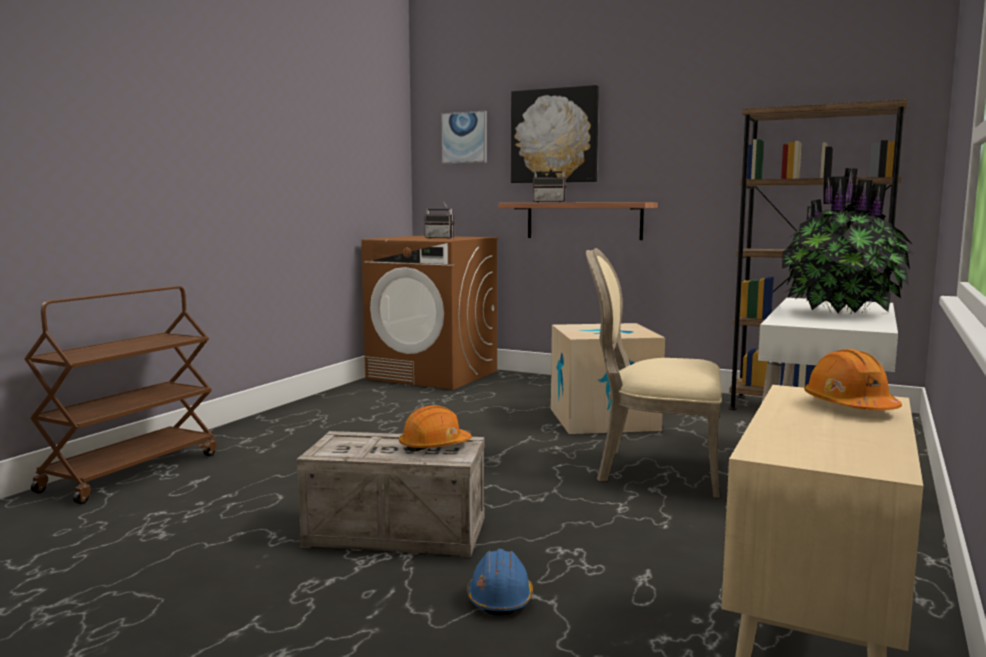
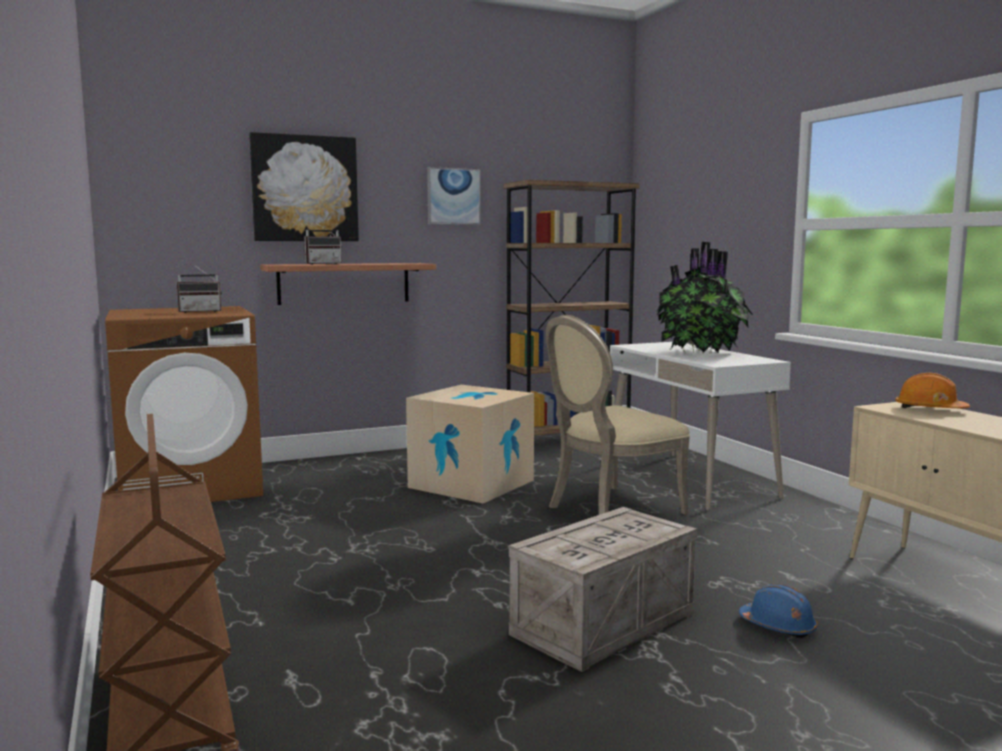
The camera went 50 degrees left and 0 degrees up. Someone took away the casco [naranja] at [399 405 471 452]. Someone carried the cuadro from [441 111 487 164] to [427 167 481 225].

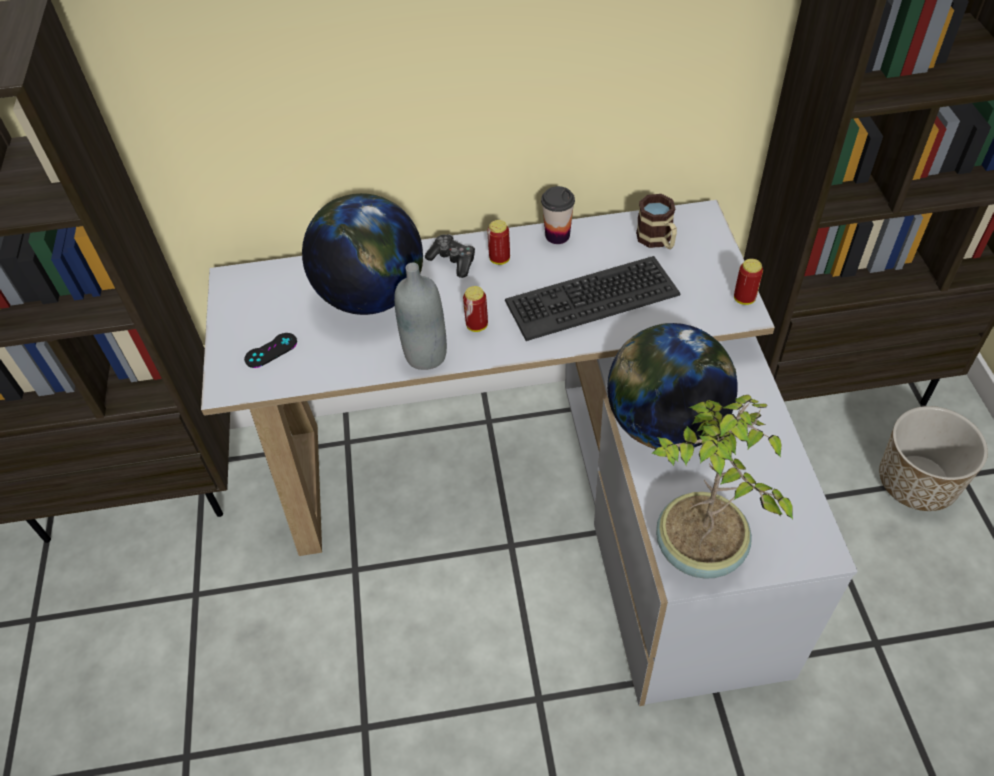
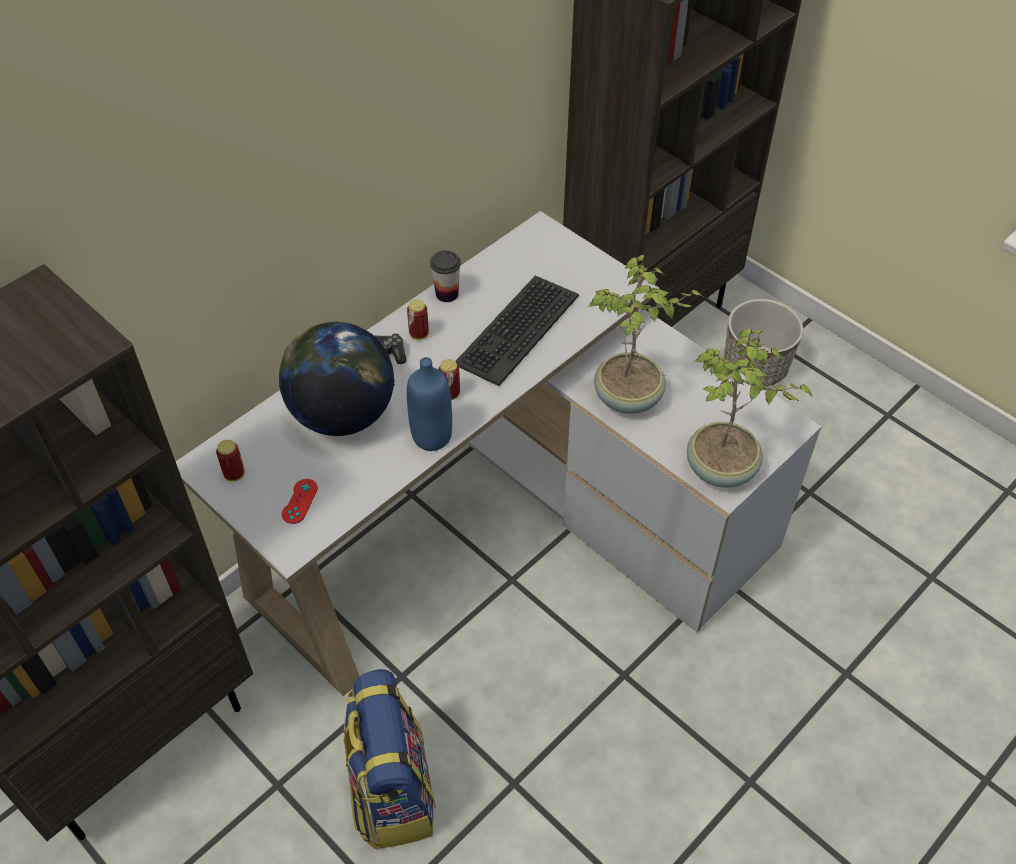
The camera went 40 degrees left and 0 degrees up. Someone repainted the mando de consola [negro] at [244 333 297 368], which became the mando de consola [rojo] at [282 479 318 524]. Someone repainted the botella [gris] at [394 263 447 370], which became the botella [azul] at [407 357 452 451]. Someone swapped the globo terráqueo at [607 323 738 451] for the planta en maceta at [588 255 703 414]. Someone took away the taza grande at [636 194 677 249]. Someone carried the lata from [734 259 763 305] to [216 440 245 482]. Someone put down the mochila at [343 669 436 850].

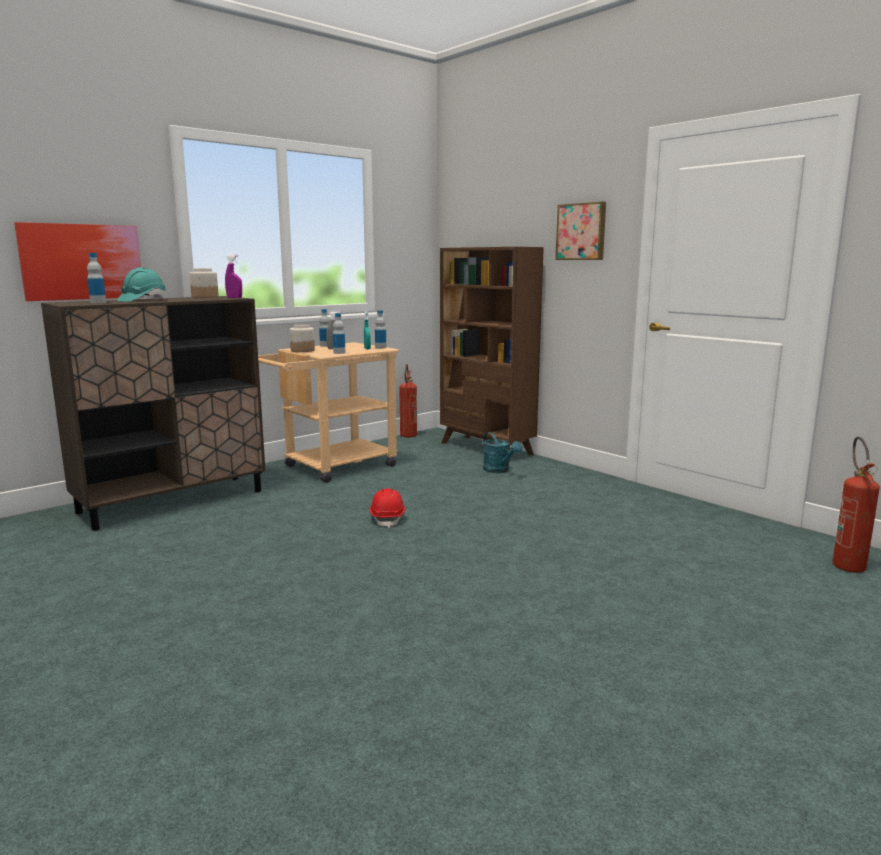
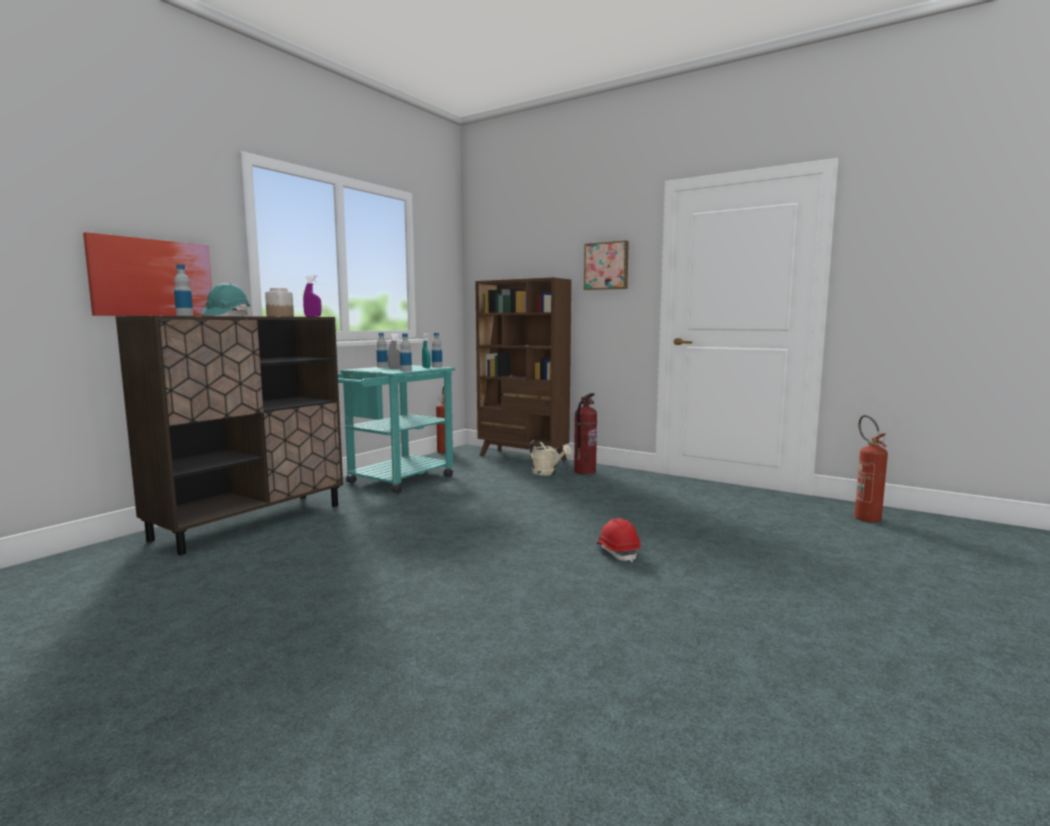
The camera went 15 degrees left and 5 degrees down. Someone repainted the carrito [beis] at [258 342 399 483], which became the carrito [turquesa] at [338 365 455 494]. Someone took away the tarro at [290 324 315 352]. Someone carried the casco [rojo] from [369 489 406 528] to [596 519 641 562]. Someone repainted the regadera [turquesa] at [483 432 522 473], which became the regadera [beis] at [530 440 571 475]. Someone put down the extintor at [574 393 597 475].

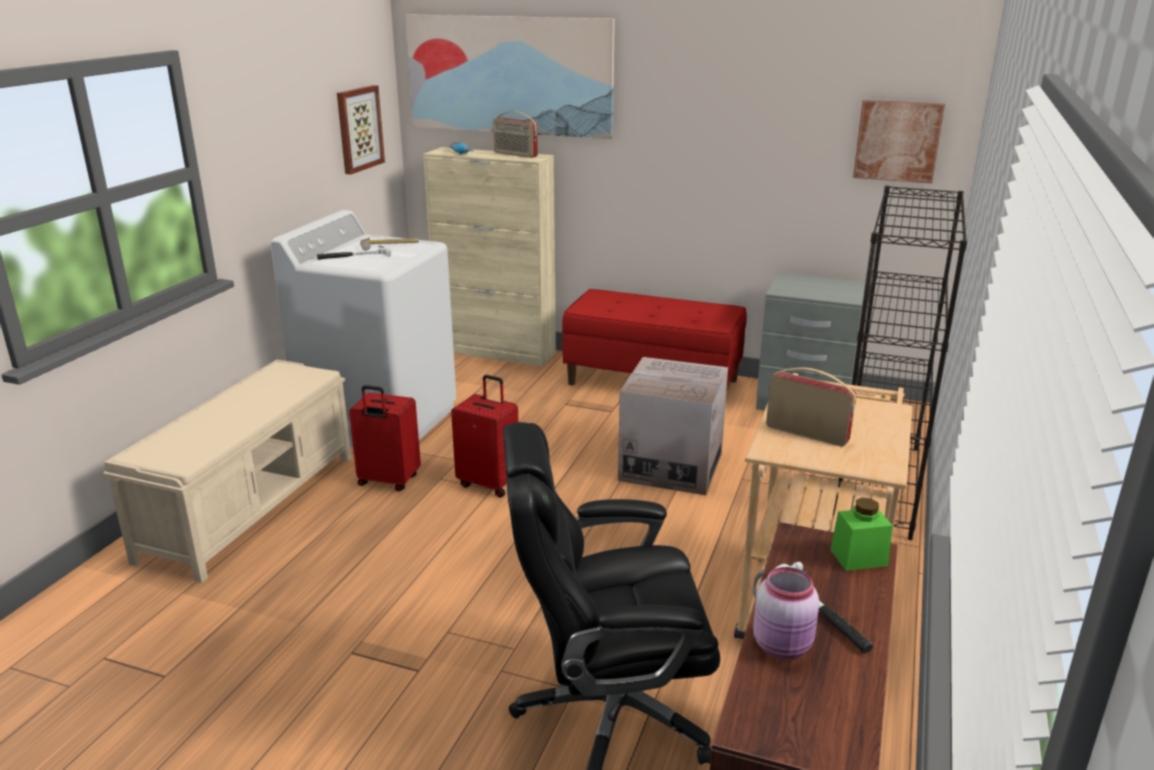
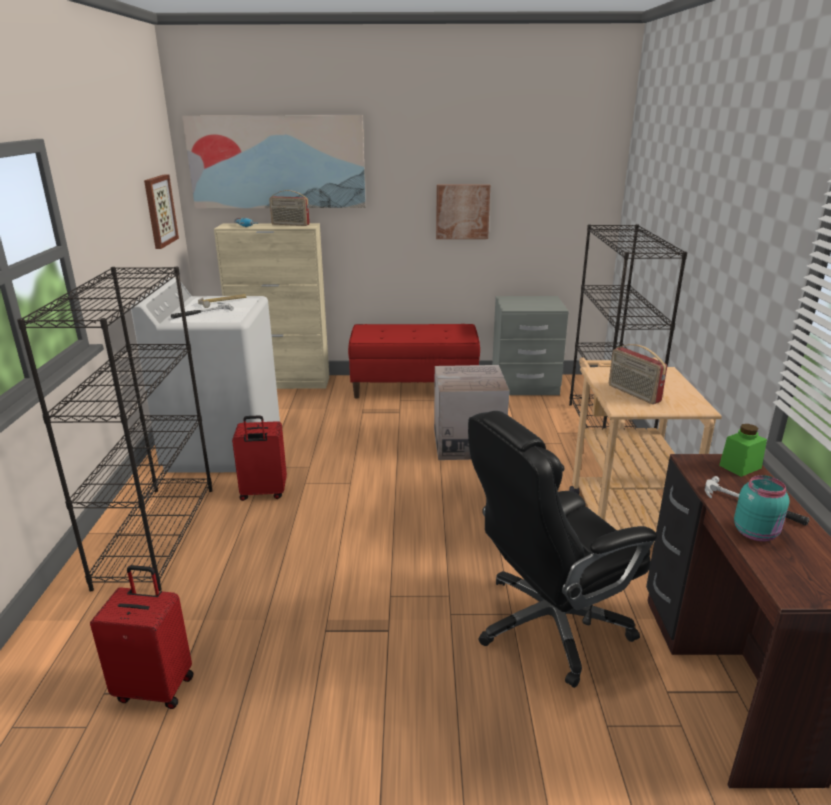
The camera went 20 degrees left and 0 degrees up. Someone swapped the banco [beis] at [103 360 351 583] for the estantería [negro] at [17 267 212 592]. Someone carried the maleta [rojo] from [451 375 518 498] to [90 565 194 709]. Someone repainted the tarro [rosa] at [753 567 819 659], which became the tarro [turquesa] at [734 475 789 542]. Someone rotated the radio at [766 368 856 447] by 135 degrees counterclockwise. Someone carried the cuadro from [853 100 945 184] to [436 184 490 239].

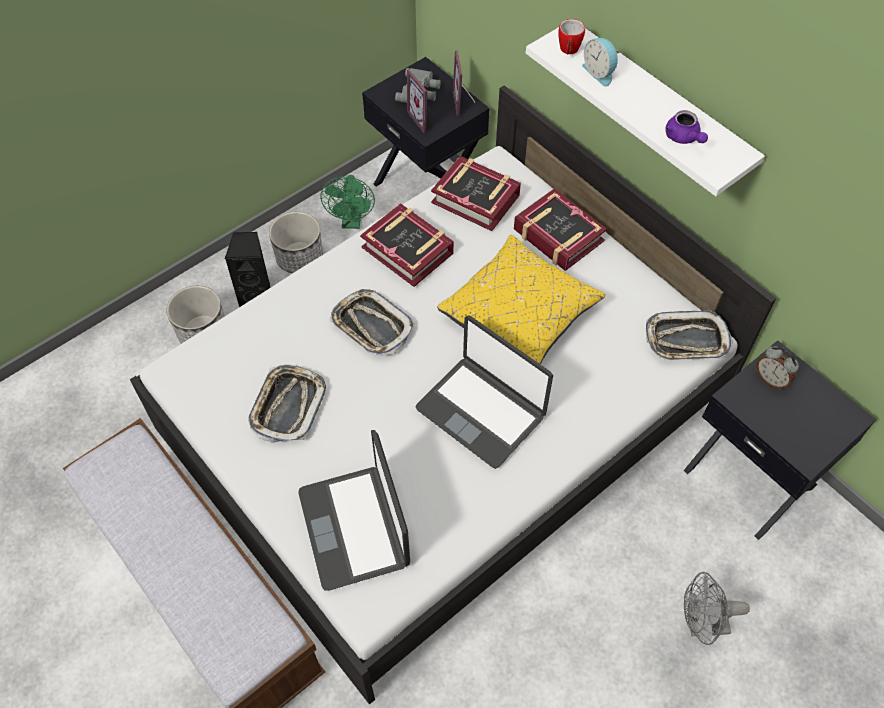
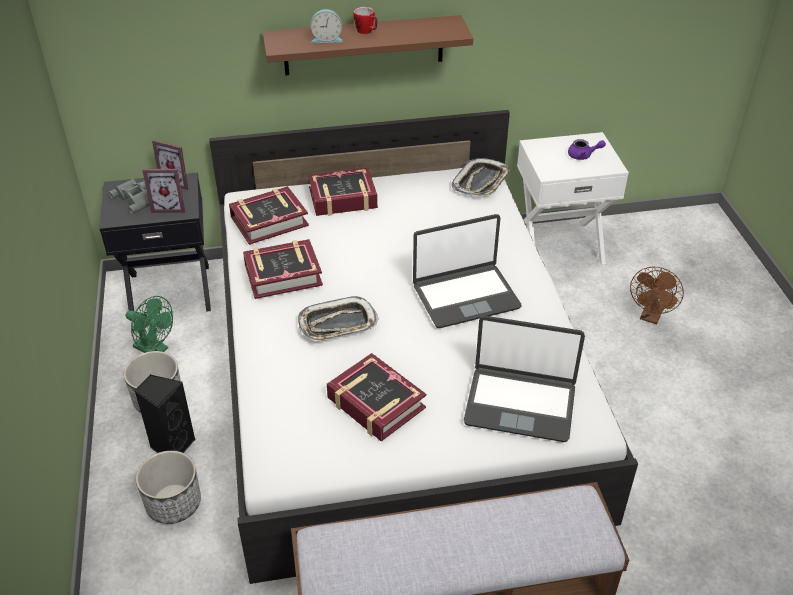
The camera went 60 degrees left and 15 degrees down. Someone swapped the bandeja at [248 364 326 443] for the libro at [327 353 426 441]. Someone took away the cojín [amarillo] at [438 235 605 364]. Someone repainted the estante [blanco] at [526 27 765 196], which became the estante [marrón] at [263 15 473 75]. Someone carried the taza grande from [558 19 585 55] to [353 7 377 34]. Someone carried the tetera [morado] from [665 110 708 144] to [568 139 606 160]. Someone repainted the mesita de noche [negro] at [684 340 876 540], which became the mesita de noche [blanco] at [517 132 629 264]. Someone repainted the ventilador [gris] at [684 572 750 645], which became the ventilador [marrón] at [630 267 684 324]. Someone took away the despertador at [756 346 799 389].

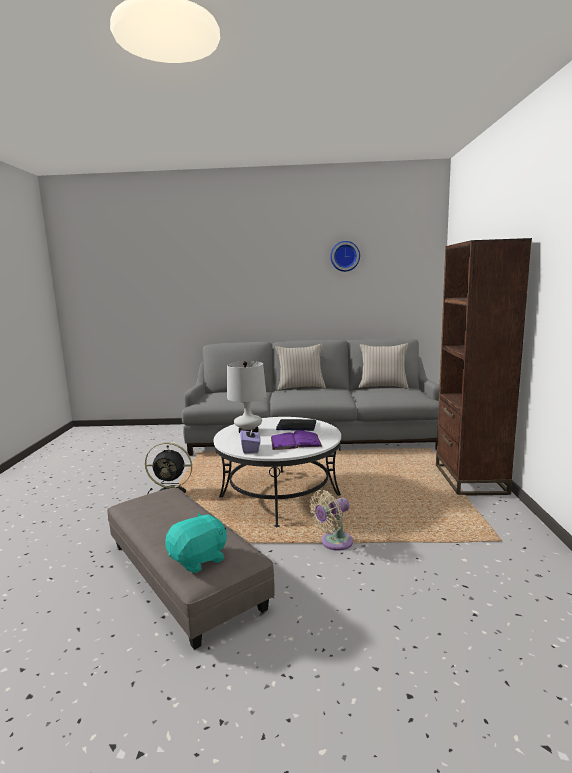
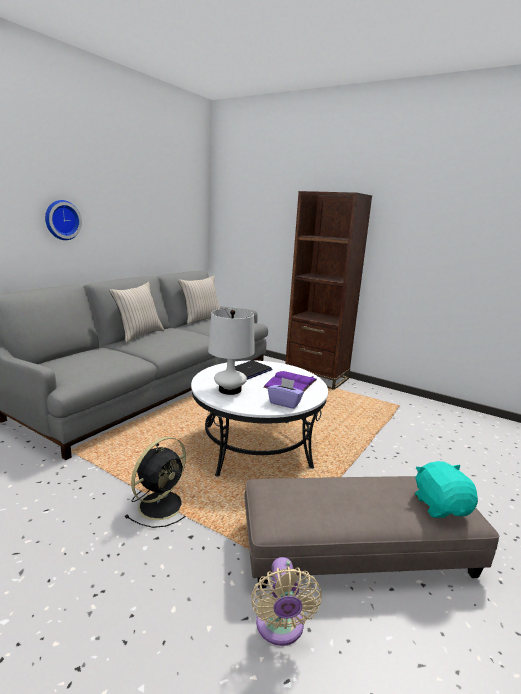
The camera went 60 degrees left and 5 degrees up. Someone carried the ventilador [beis] from [310 490 353 551] to [251 557 322 646]. Someone carried the reloj de pared from [330 241 360 272] to [45 200 82 240].

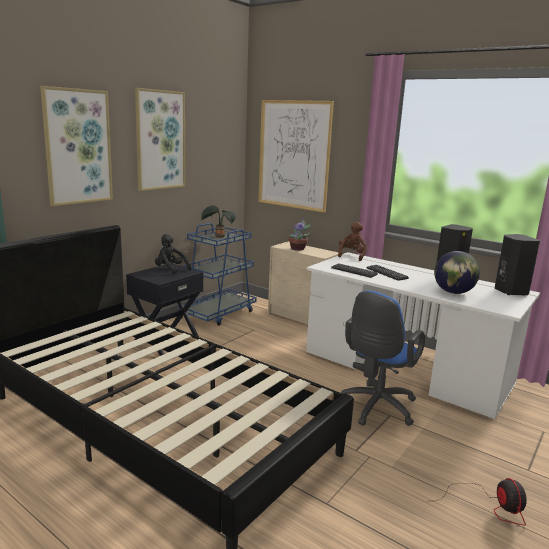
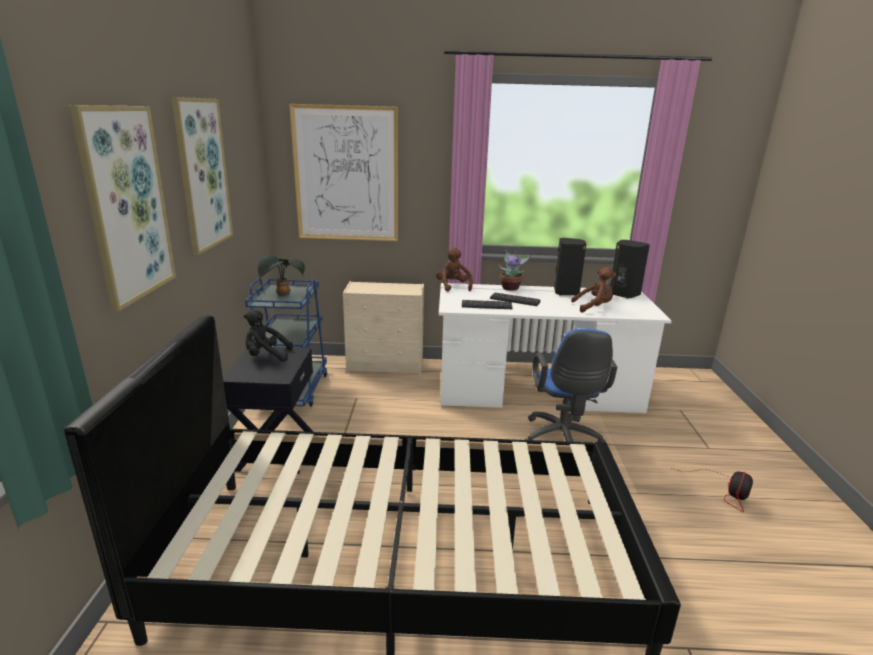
The camera went 35 degrees left and 5 degrees up. Someone carried the planta en maceta from [287 218 313 250] to [499 250 532 291]. Someone swapped the globo terráqueo at [434 251 480 294] for the peluche [marrón] at [571 267 616 313]. Someone rotated the ventilador at [436 478 527 526] by 75 degrees clockwise.

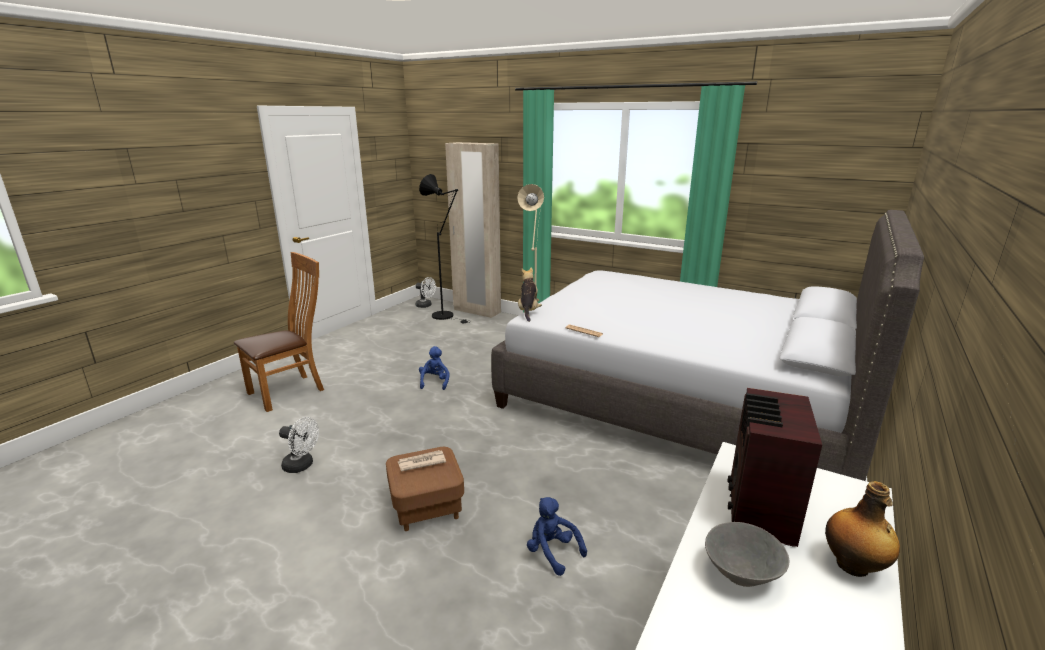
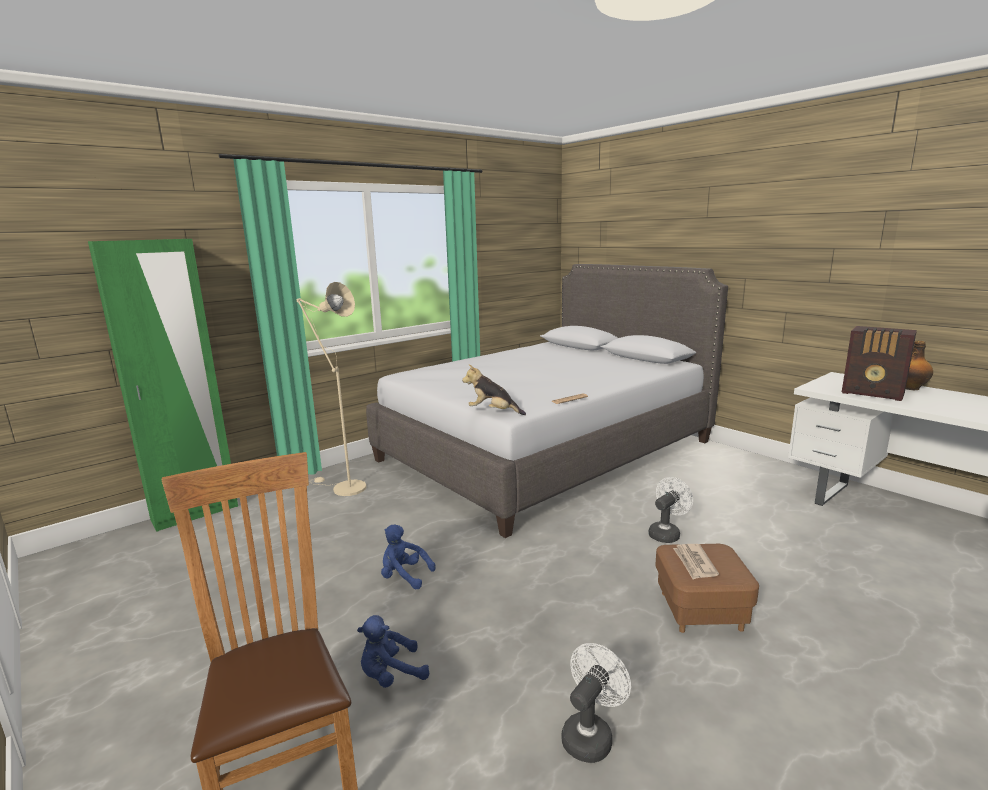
The camera went 70 degrees left and 5 degrees down. Someone carried the ventilador [blanco] from [415 277 436 308] to [648 477 693 543]. Someone took away the lámpara de pie [negro] at [419 174 470 323]. Someone repainted the armario ropero [beis] at [445 142 501 318], which became the armario ropero [verde] at [88 239 238 532]. Someone carried the peluche [azul] from [527 497 587 576] to [357 615 430 688]. Someone took away the cuenco [gris] at [705 522 789 587].

